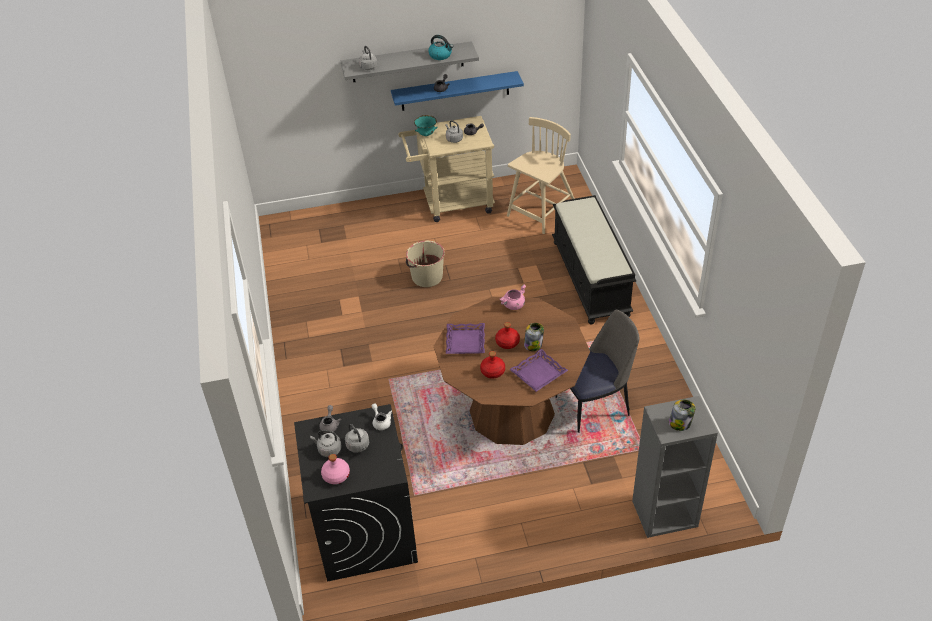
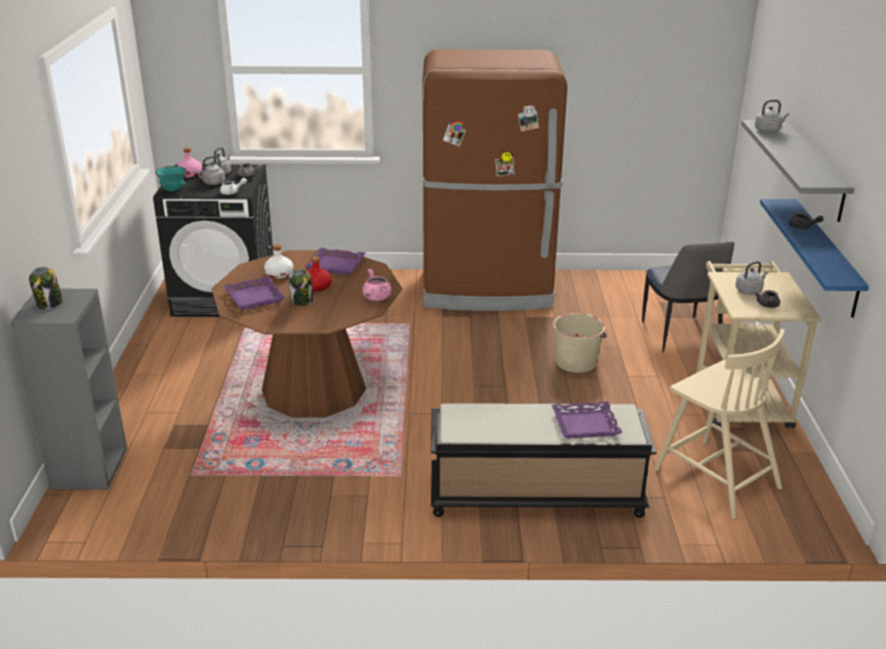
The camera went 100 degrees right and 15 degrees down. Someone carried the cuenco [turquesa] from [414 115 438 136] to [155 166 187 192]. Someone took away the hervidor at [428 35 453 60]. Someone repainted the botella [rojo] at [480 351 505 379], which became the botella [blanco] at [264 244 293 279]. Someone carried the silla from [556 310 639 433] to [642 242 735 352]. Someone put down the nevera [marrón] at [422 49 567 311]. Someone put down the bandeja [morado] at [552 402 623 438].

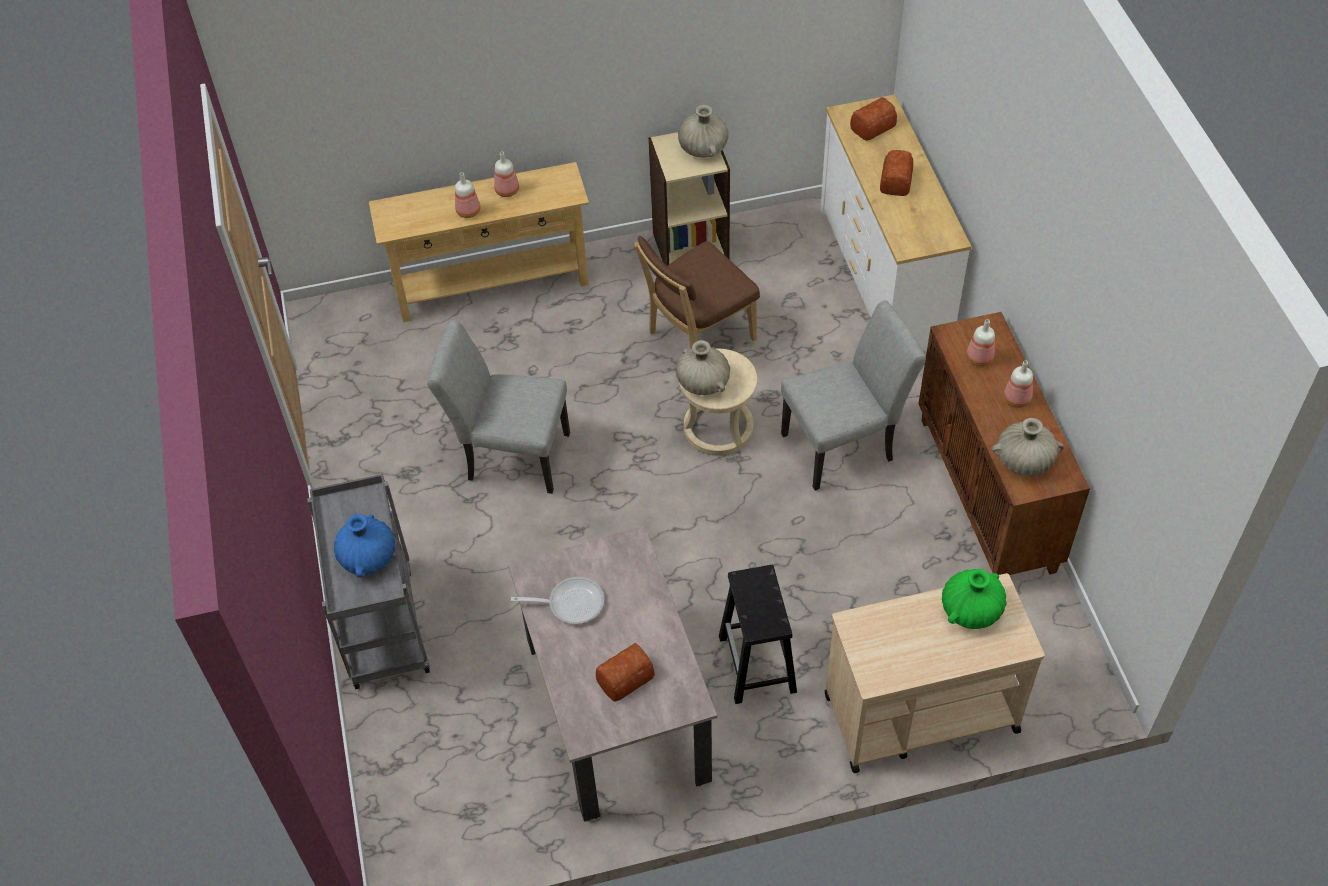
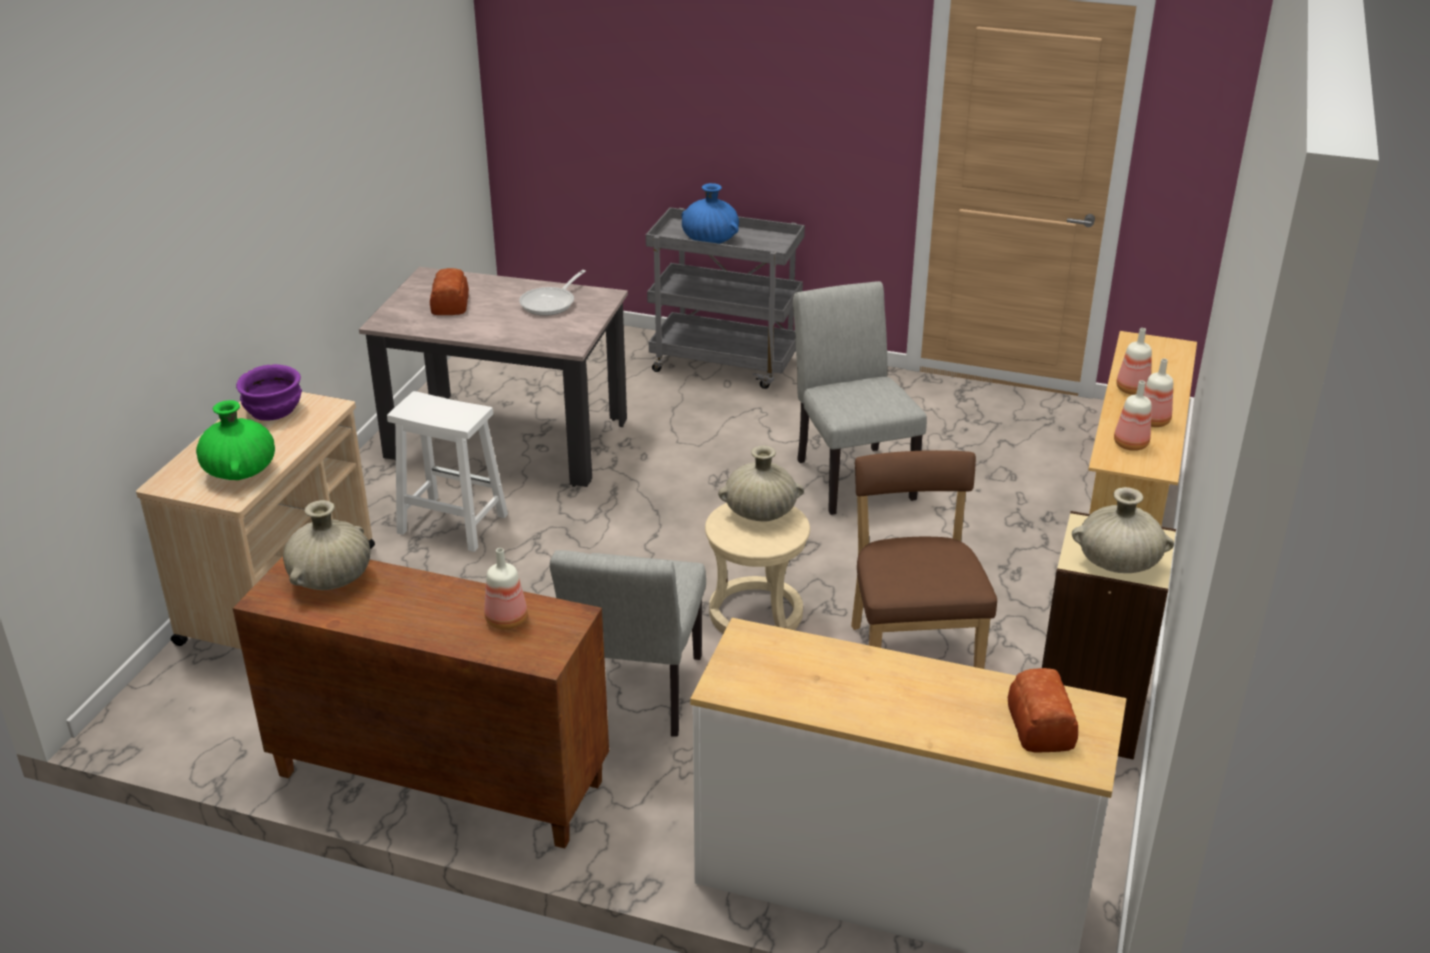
The camera went 120 degrees right and 20 degrees down. Someone rotated the silla [gris] at [427 320 570 494] by 60 degrees counterclockwise. Someone repainted the taburete [negro] at [719 565 797 704], which became the taburete [blanco] at [387 391 508 552]. Someone took away the pan at [880 150 913 196]. Someone carried the botella from [1004 360 1033 408] to [1114 380 1151 451]. Someone put down the cuenco [morado] at [236 364 302 420].

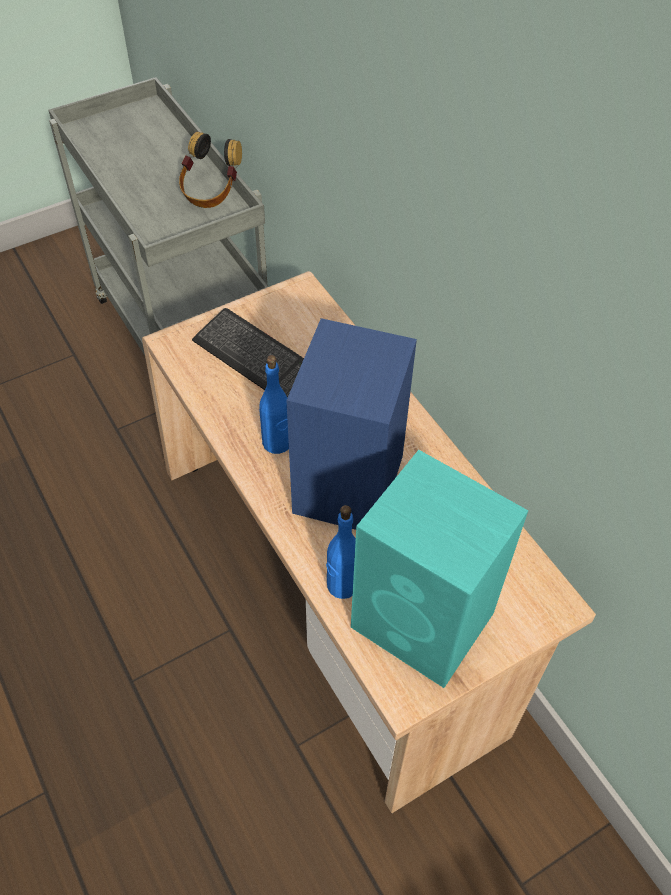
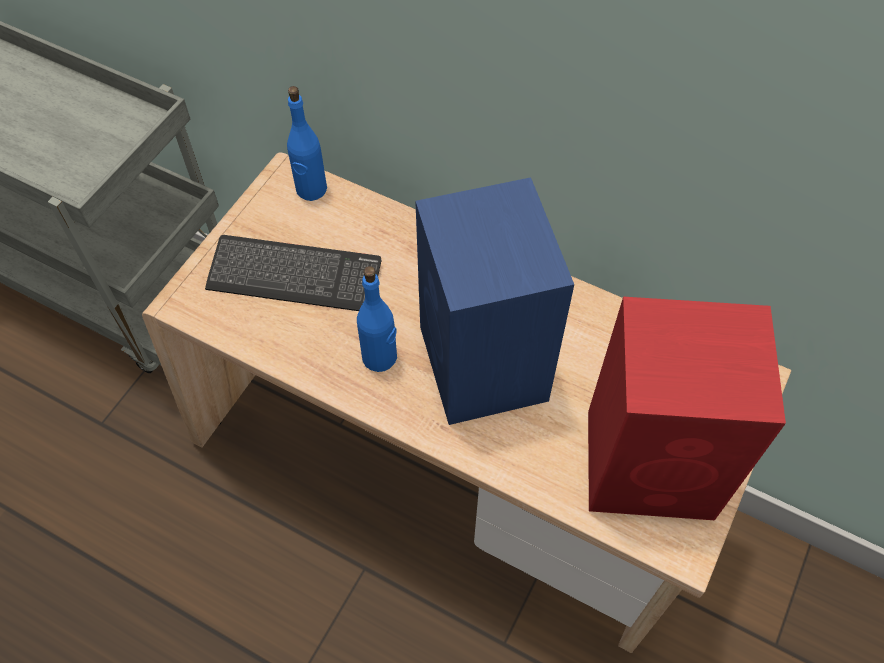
The camera went 30 degrees left and 5 degrees up. Someone took away the auriculares at [179 132 242 208]. Someone carried the botella [azul] from [326 505 356 599] to [287 86 327 201]. Someone repainted the altavoz [turquesa] at [351 450 528 688], which became the altavoz [rojo] at [588 297 786 520].

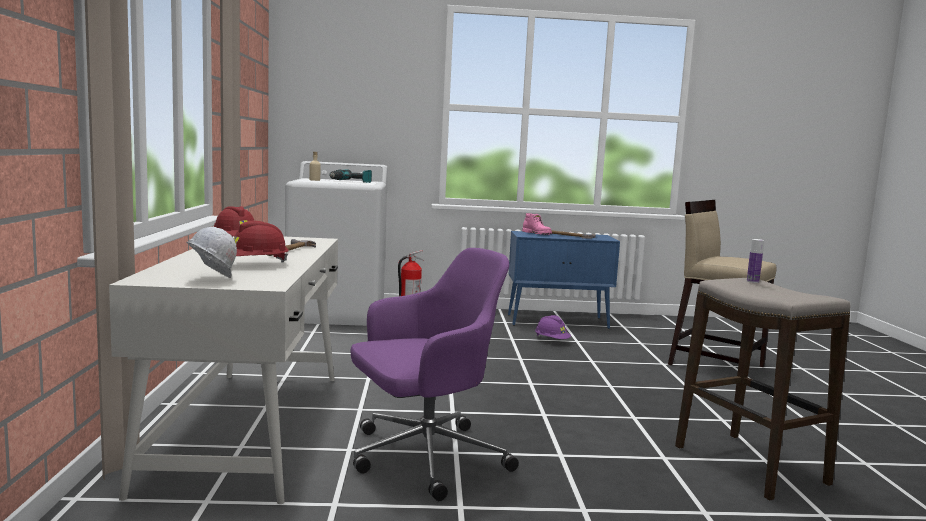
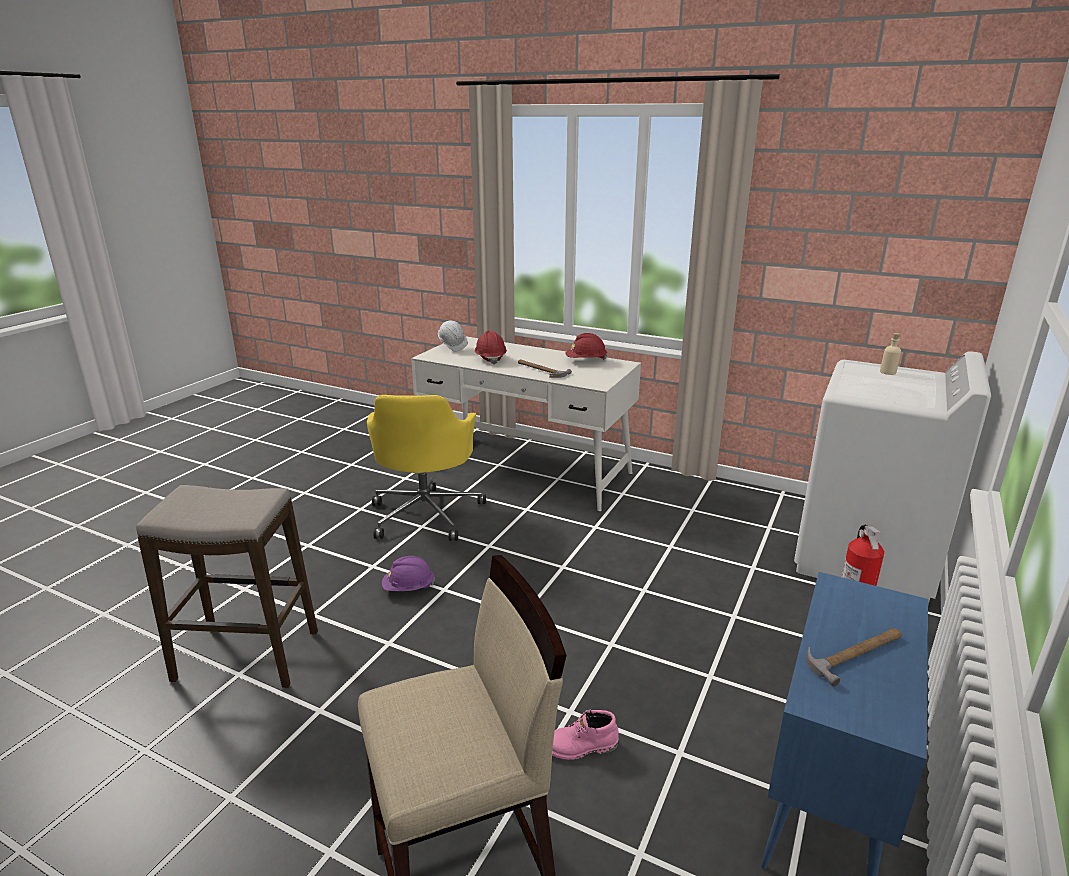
The camera went 120 degrees right and 15 degrees up. Someone took away the taladro at [330 169 372 183]. Someone repainted the silla de oficina [morado] at [350 248 519 501], which became the silla de oficina [amarillo] at [367 395 486 541]. Someone carried the bota [rosa] from [522 213 552 235] to [552 710 619 760]. Someone carried the casco [morado] from [535 315 571 339] to [382 556 435 591]. Someone took away the botella at [747 239 764 283].

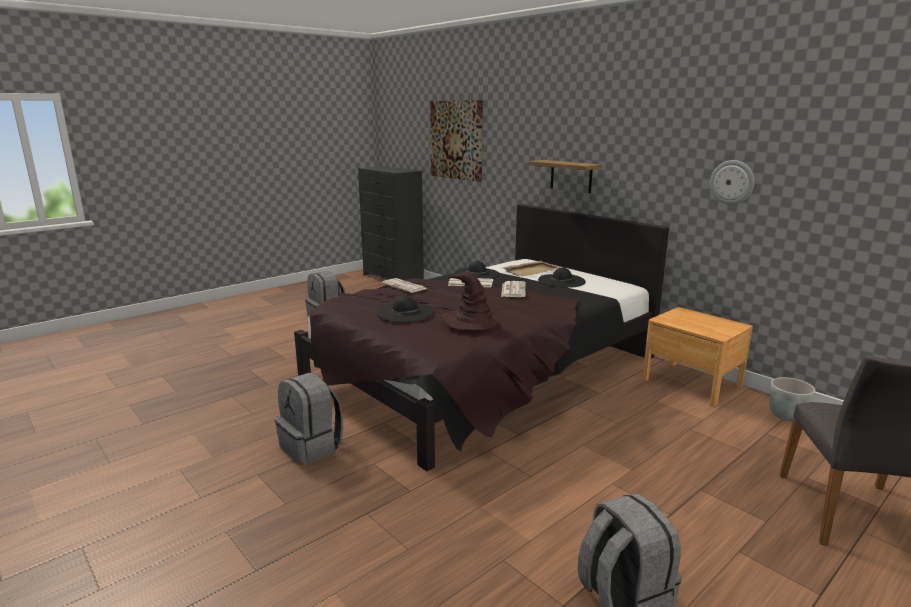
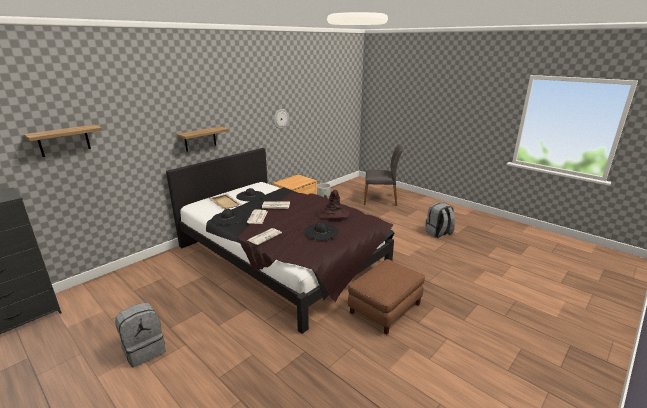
The camera went 95 degrees left and 5 degrees up. Someone swapped the mochila [gris] at [275 373 343 465] for the puf [marrón] at [348 259 425 335]. Someone swapped the cuadro at [430 100 483 182] for the estante at [24 125 102 157].

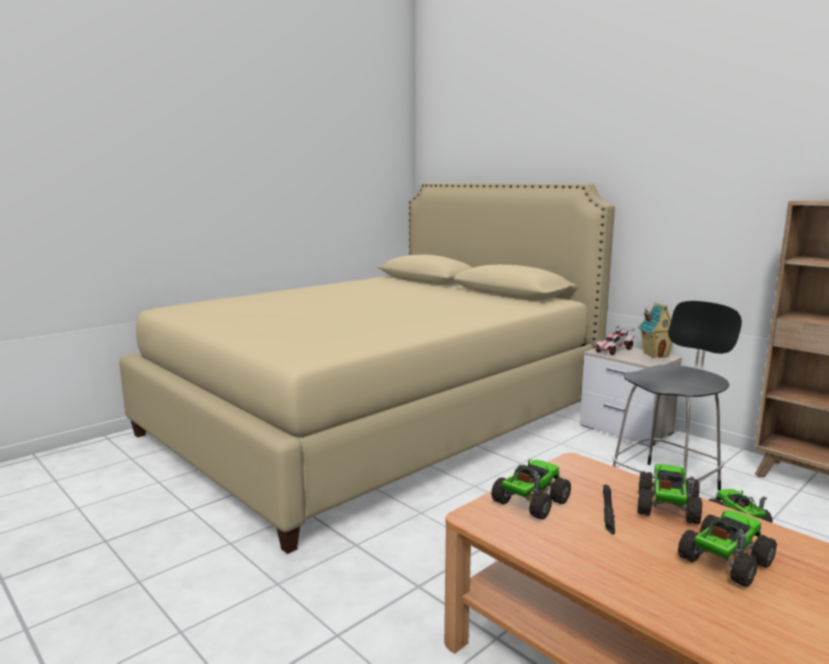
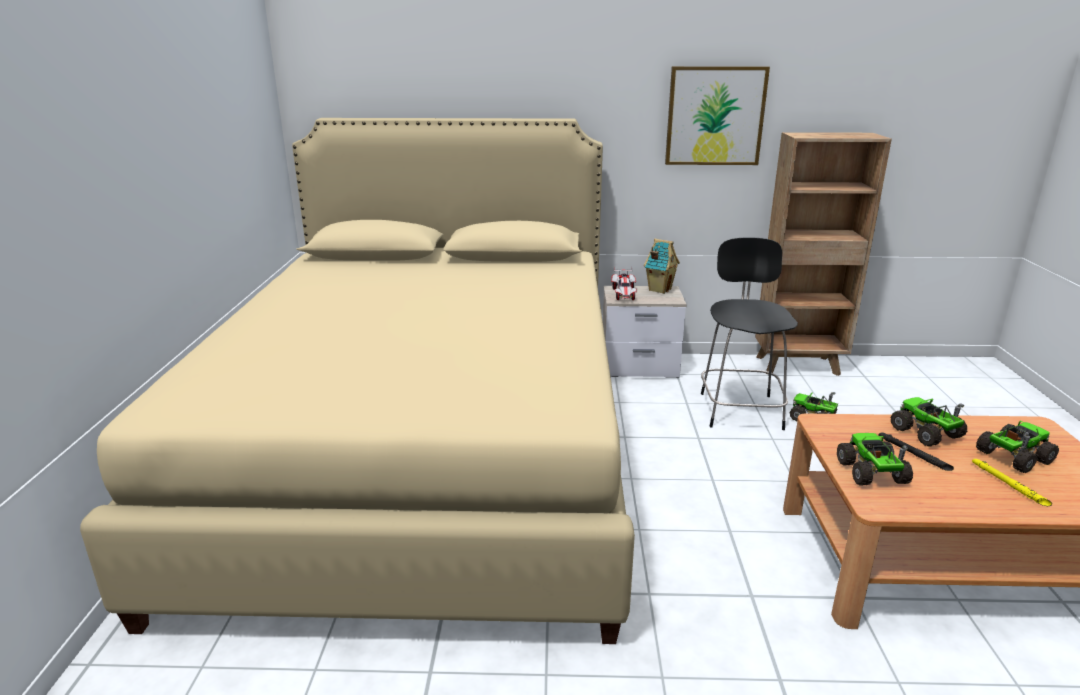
The camera went 45 degrees left and 10 degrees up. Someone rotated the camión de juguete at [678 510 777 587] by 60 degrees clockwise. Someone put up the cuadro at [665 66 770 165]. Someone put down the linterna [amarillo] at [972 459 1052 506].

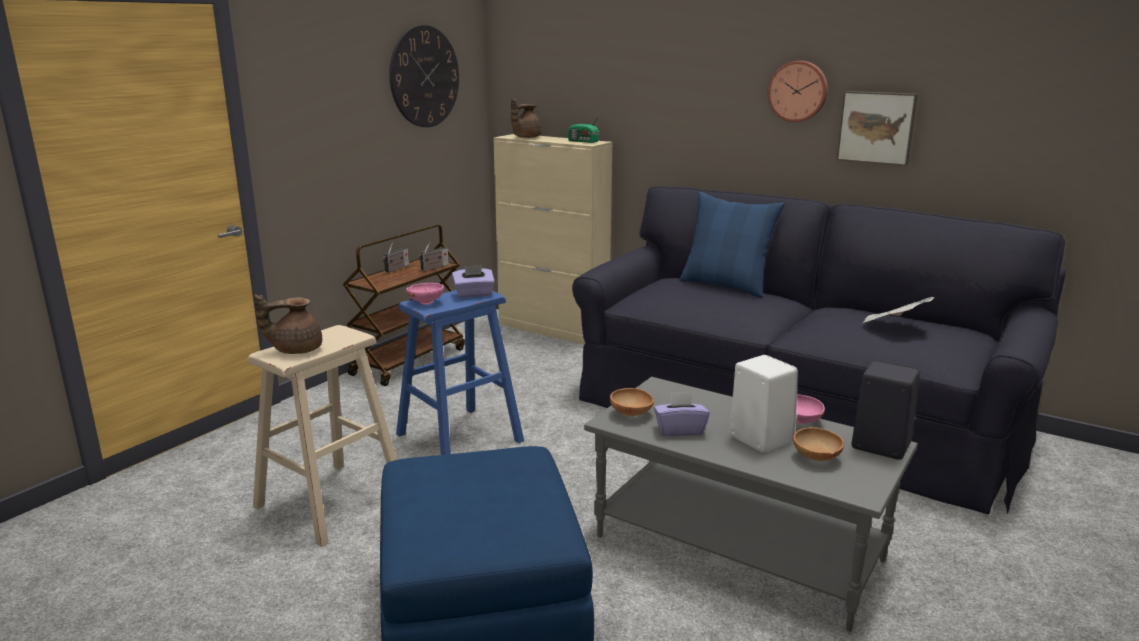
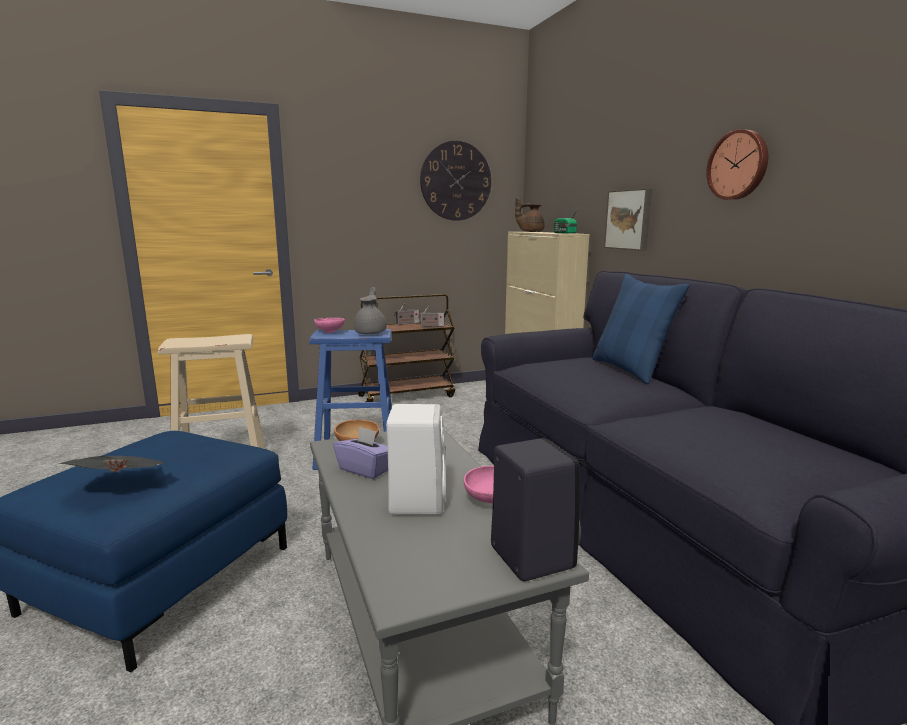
The camera went 35 degrees right and 5 degrees down. Someone took away the tetera [marrón] at [254 294 322 354]. Someone swapped the caja de pañuelos [morado] at [452 265 495 298] for the tetera [gris] at [354 287 387 334]. Someone took away the cuenco [marrón] at [793 427 844 461]. Someone carried the cuadro from [837 91 918 166] to [604 188 652 251]. Someone carried the periódico from [863 297 935 323] to [58 456 164 472].

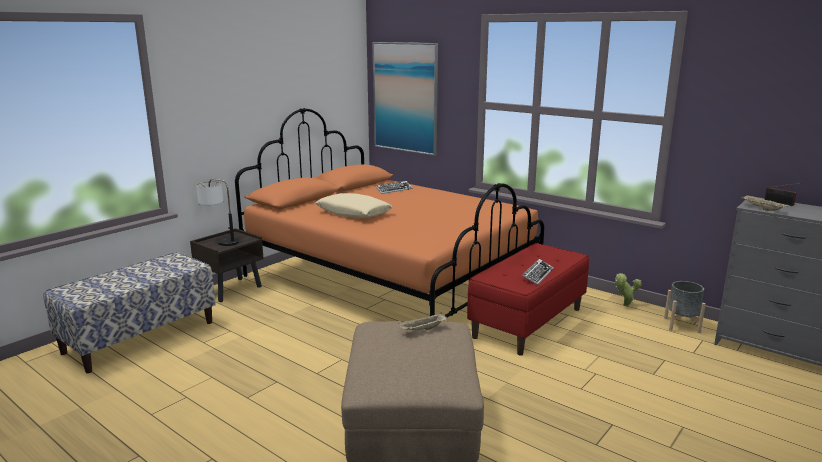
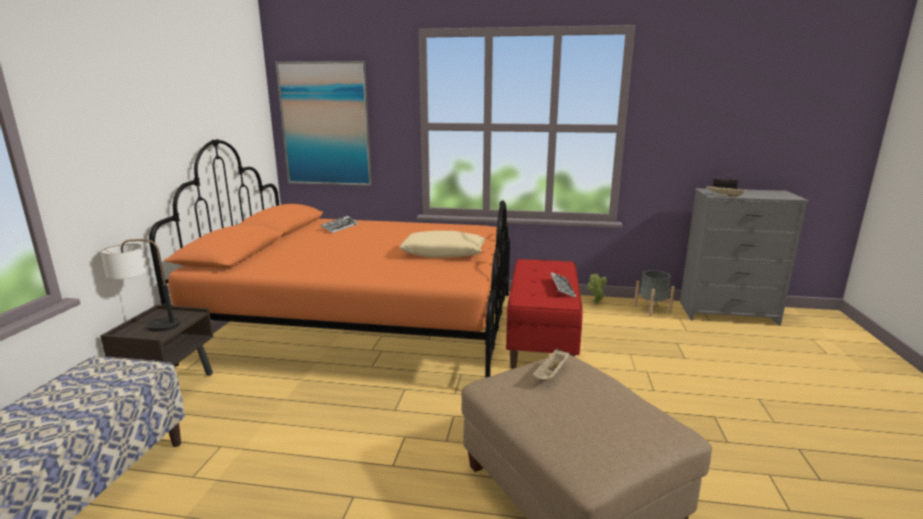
The camera went 30 degrees left and 0 degrees up. Someone carried the cojín [beis] from [316 193 392 218] to [399 231 485 258].

